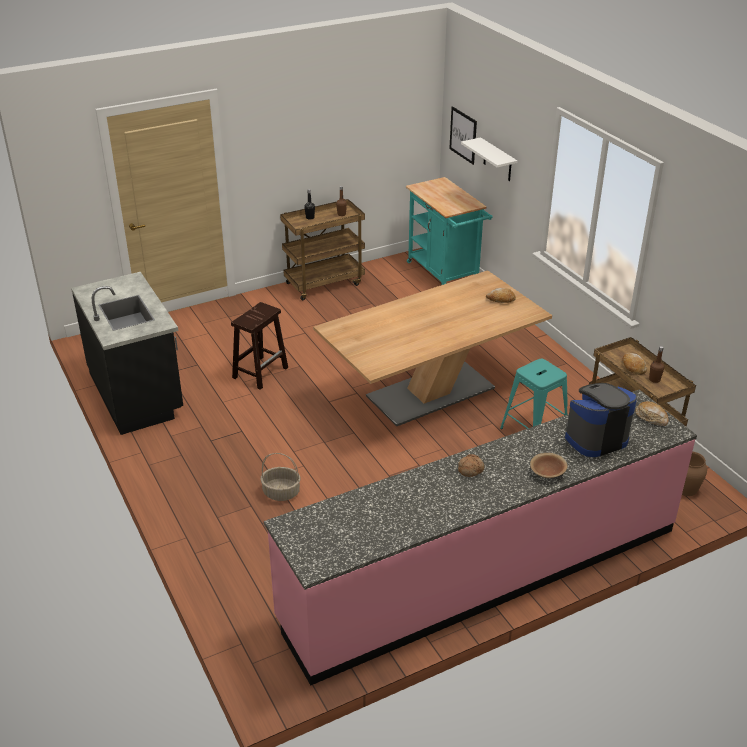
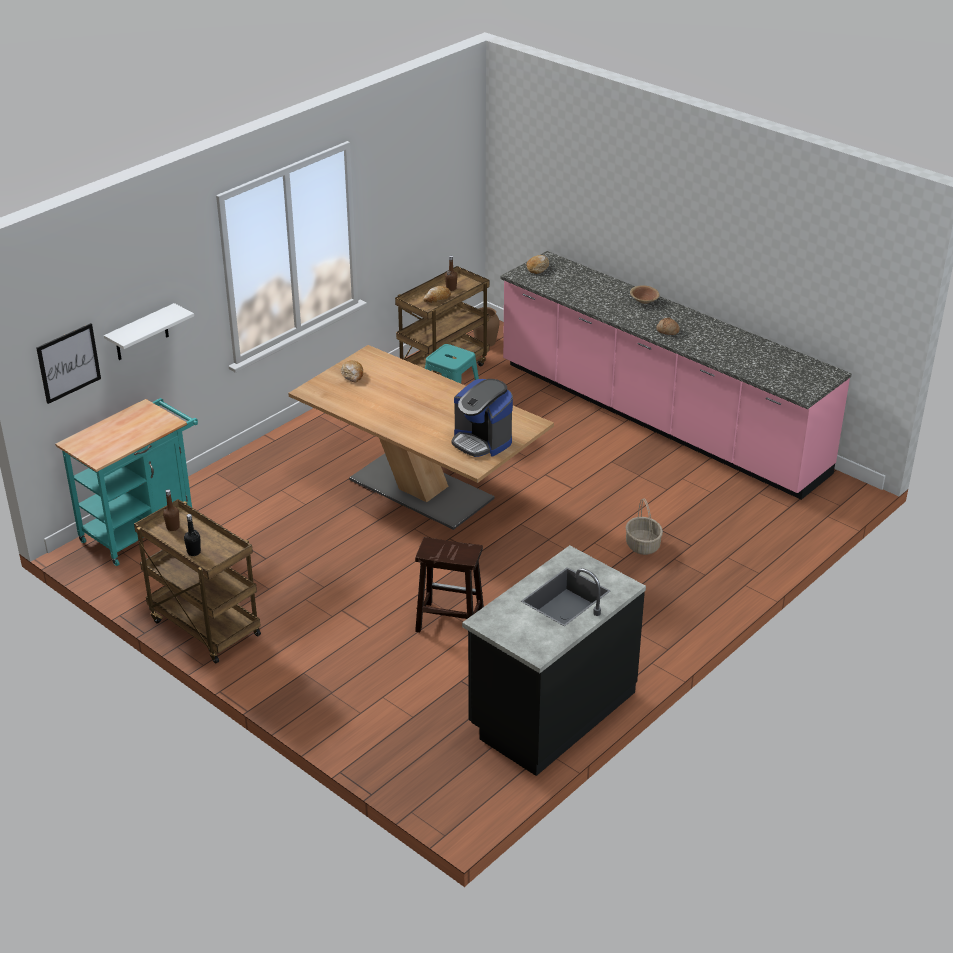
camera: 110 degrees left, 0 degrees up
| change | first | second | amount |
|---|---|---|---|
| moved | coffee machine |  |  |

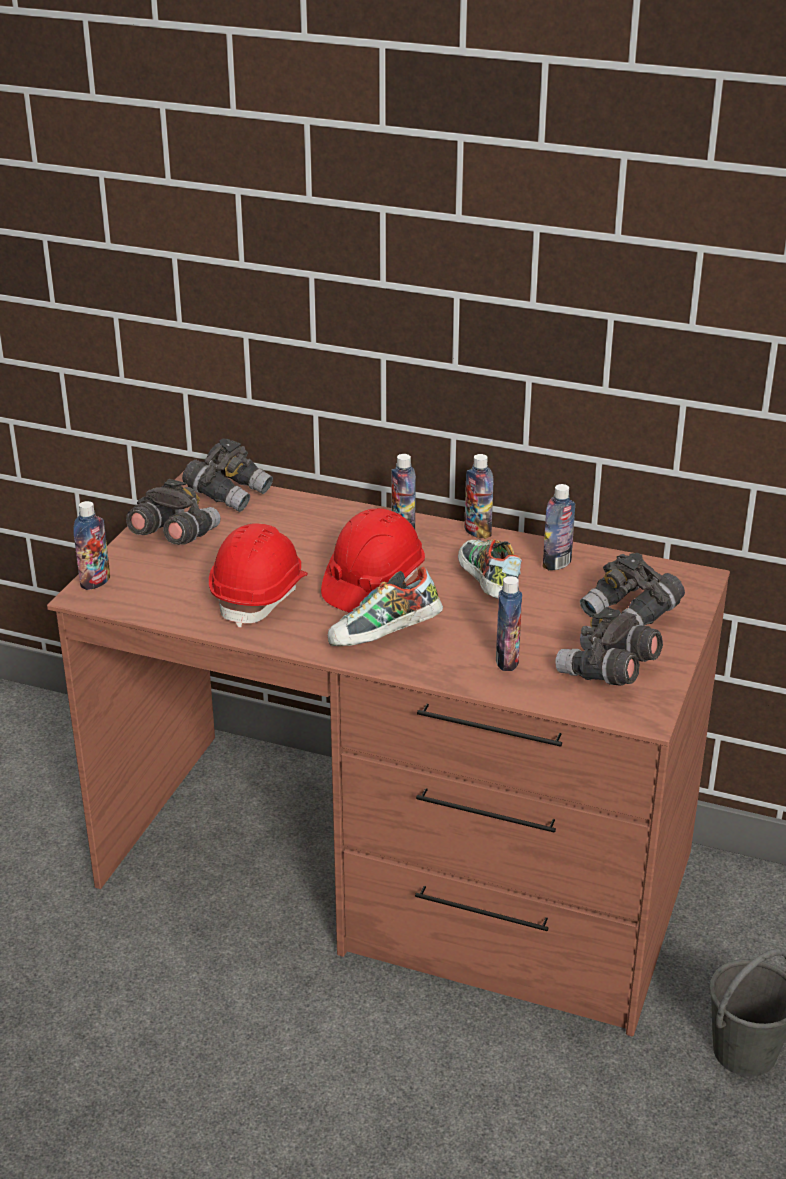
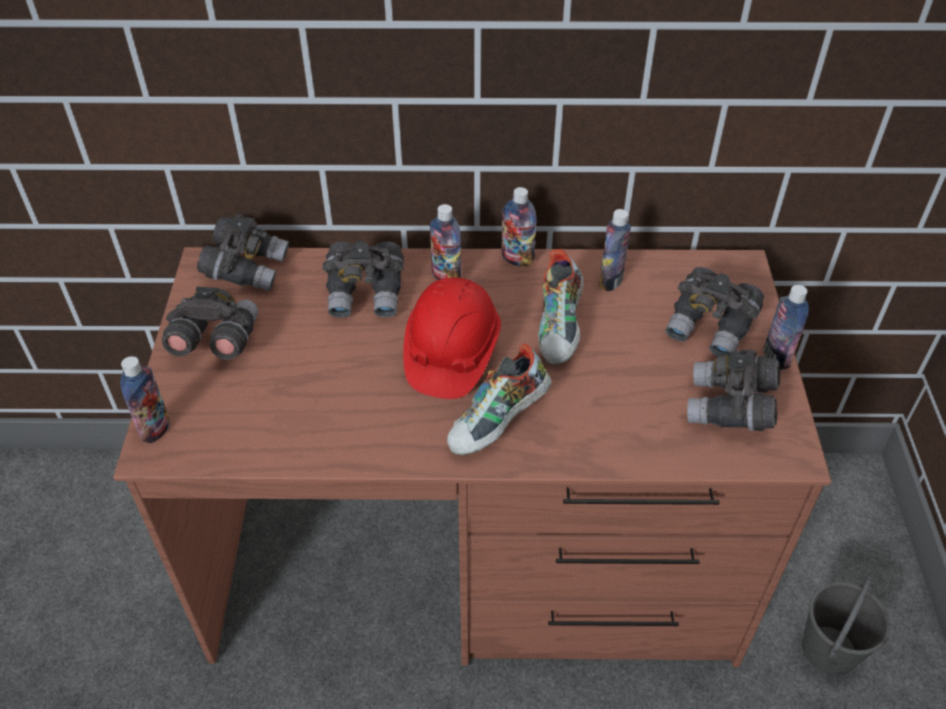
camera: 20 degrees left, 15 degrees up
| change | first | second | amount |
|---|---|---|---|
| added |  | grey binoculars (3rd from left) |  |
| turned | shoe (2nd from left) |  | 135 degrees counterclockwise |
| moved | bottle (4th from left in the first image) | bottle (5th from left) |  |
| removed | red hard hat (1st from left) |  |  |

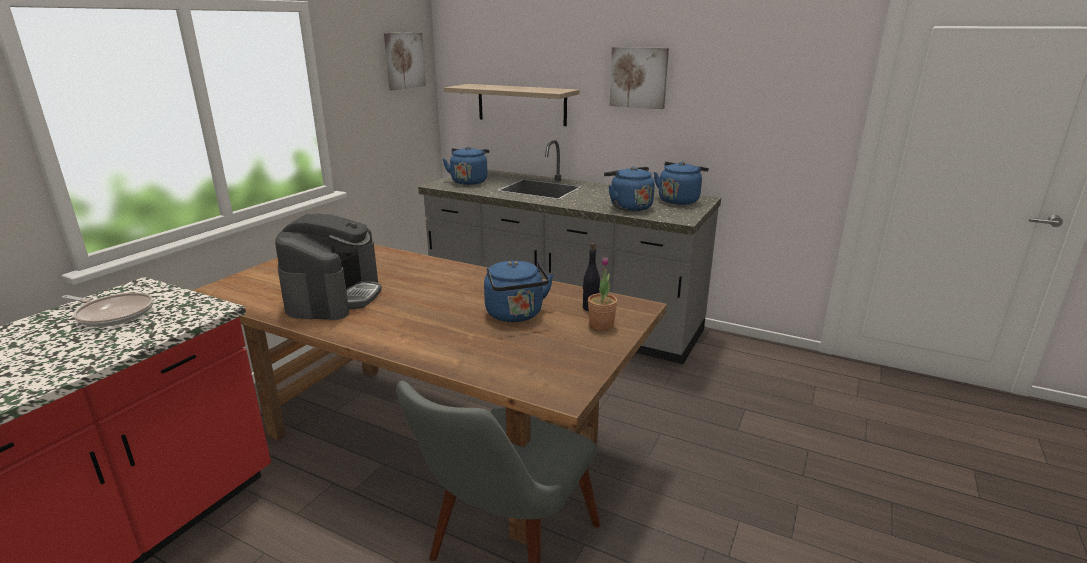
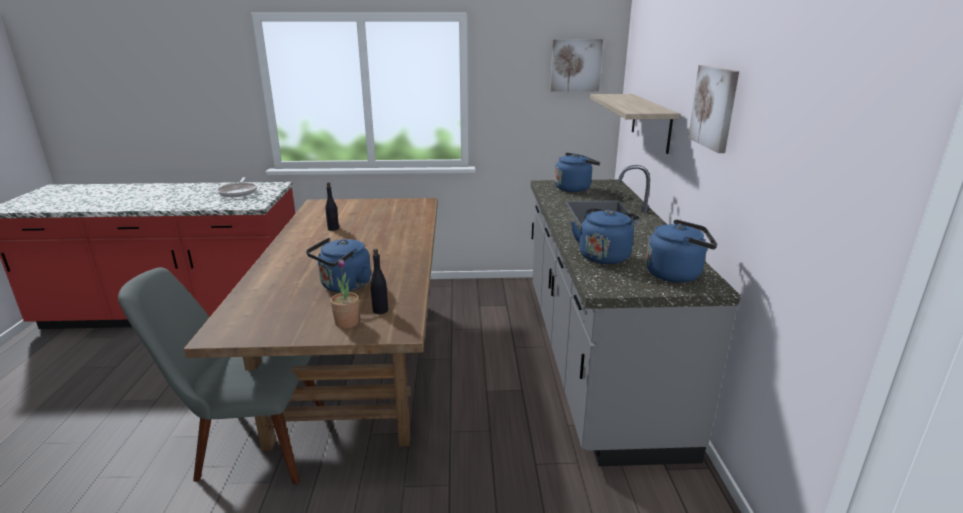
camera: 60 degrees right, 0 degrees up
| change | first | second | amount |
|---|---|---|---|
| replaced | coffee machine | black bottle (1st from left) |  |

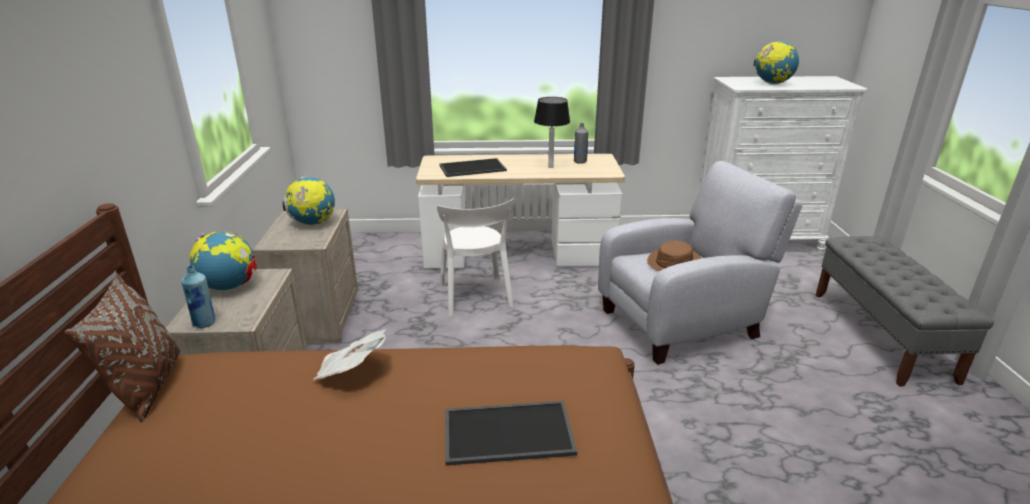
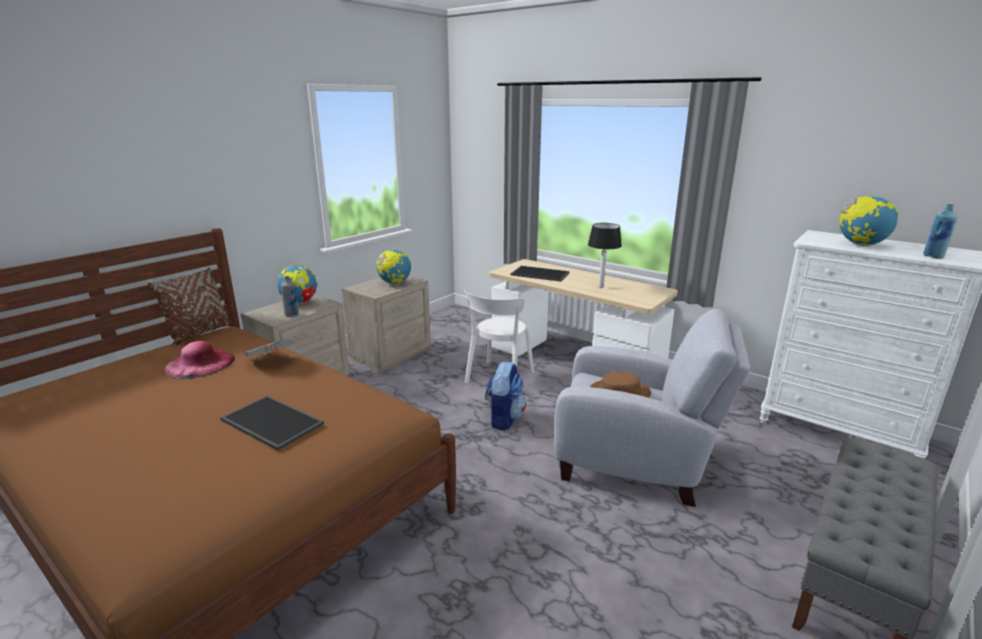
camera: 40 degrees right, 5 degrees down
| change | first | second | amount |
|---|---|---|---|
| added |  | pink hat |  |
| moved | grey bottle |  |  |
| added |  | backpack |  |
| moved | blue bottle |  |  |

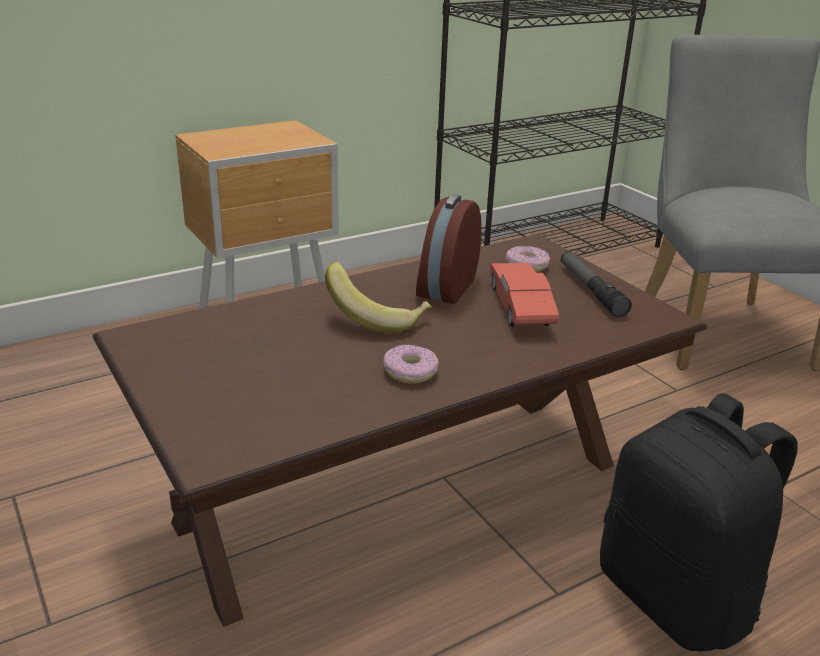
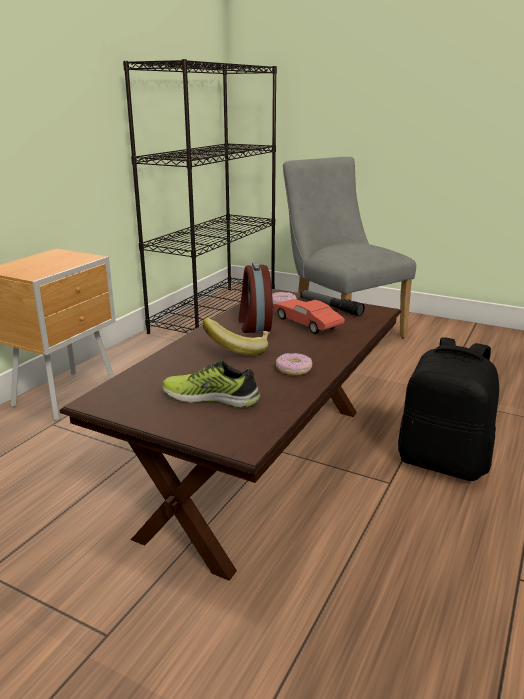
camera: 30 degrees left, 5 degrees down
| change | first | second | amount |
|---|---|---|---|
| added |  | shoe |  |

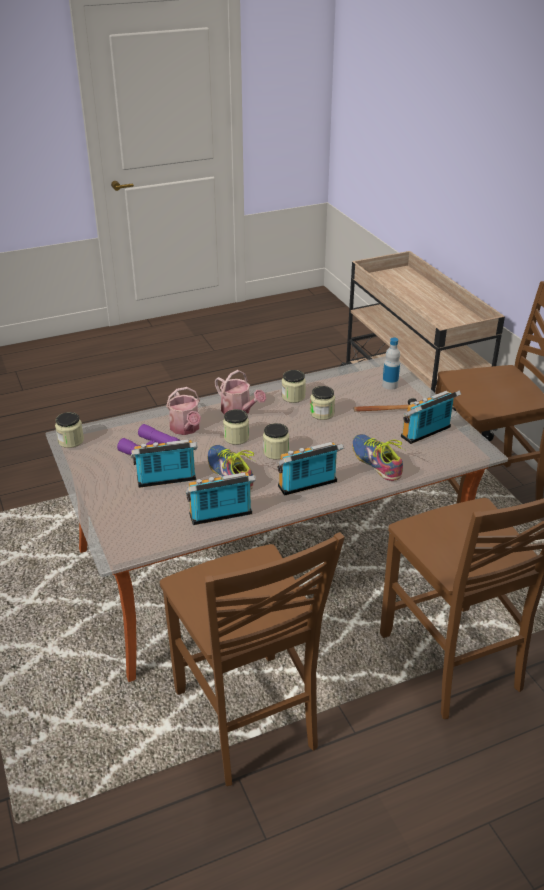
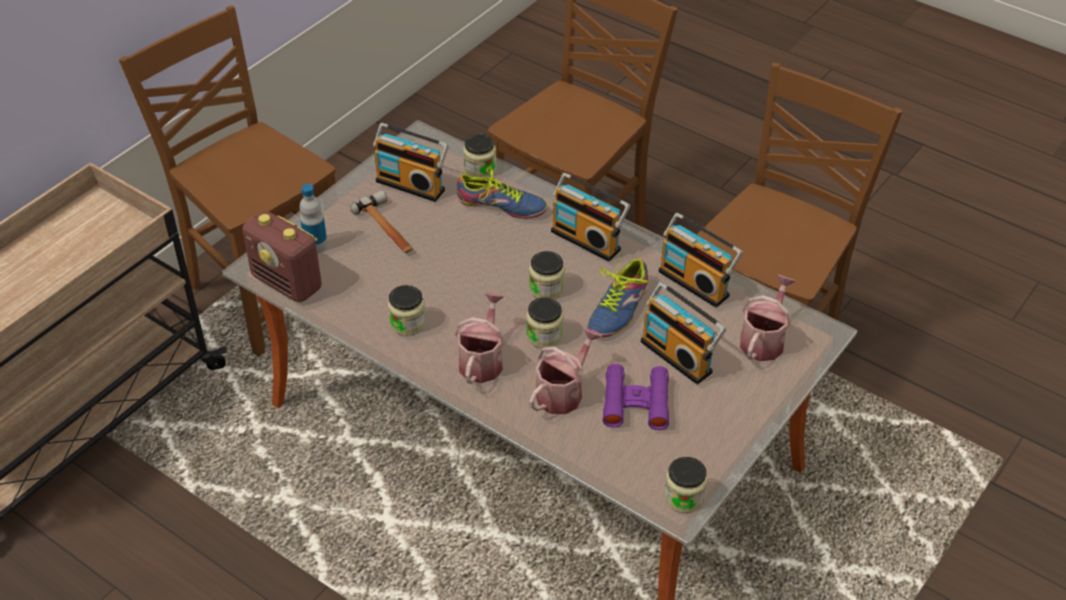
camera: 120 degrees left, 10 degrees up
| change | first | second | amount |
|---|---|---|---|
| added |  | radio (1st from left) |  |
| turned | shoe (2nd from left in the first image) | shoe (1st from left) | 105 degrees counterclockwise |
| moved | jar (5th from left in the first image) | jar (2nd from left) |  |
| added |  | watering can (3rd from left) |  |

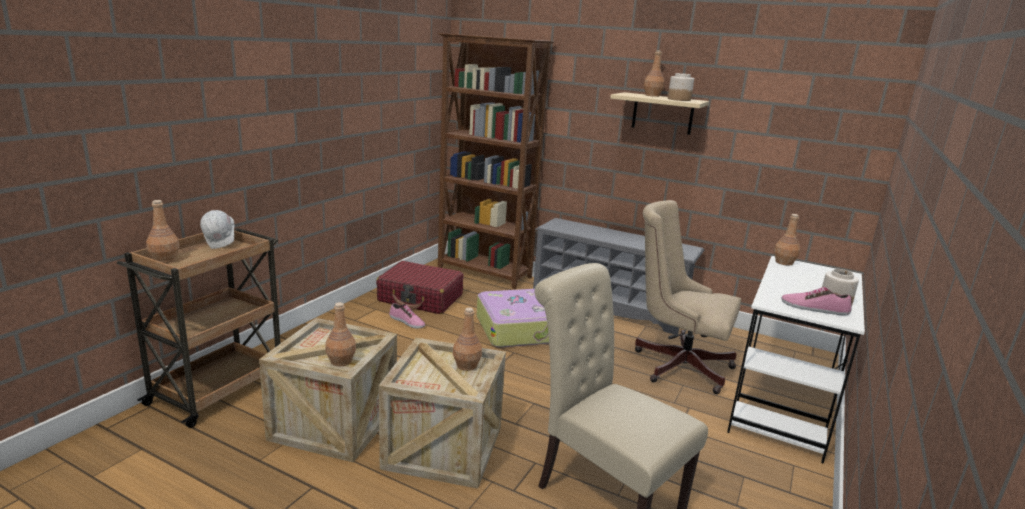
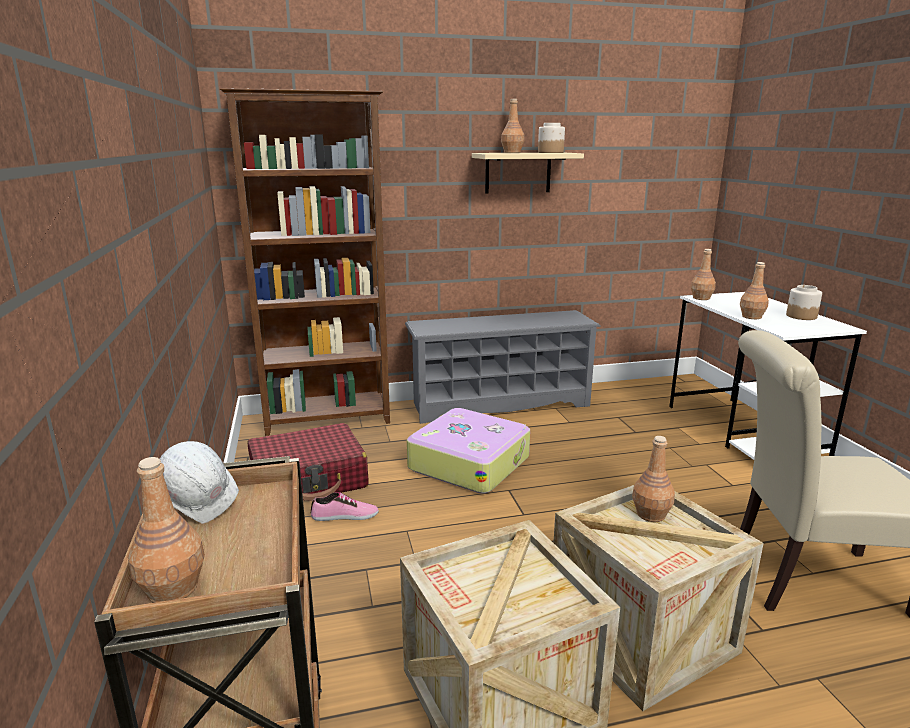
camera: 40 degrees left, 0 degrees up
| change | first | second | amount |
|---|---|---|---|
| moved | brown bottle (2nd from left in the first image) | brown bottle (5th from left) |  |
| removed | beige office chair |  |  |
| removed | shoe (2nd from left) |  |  |

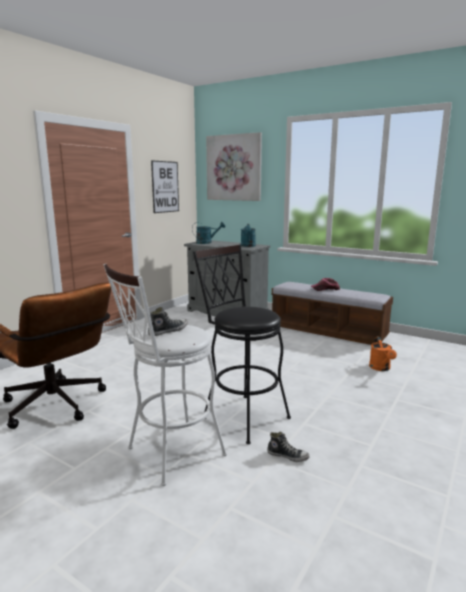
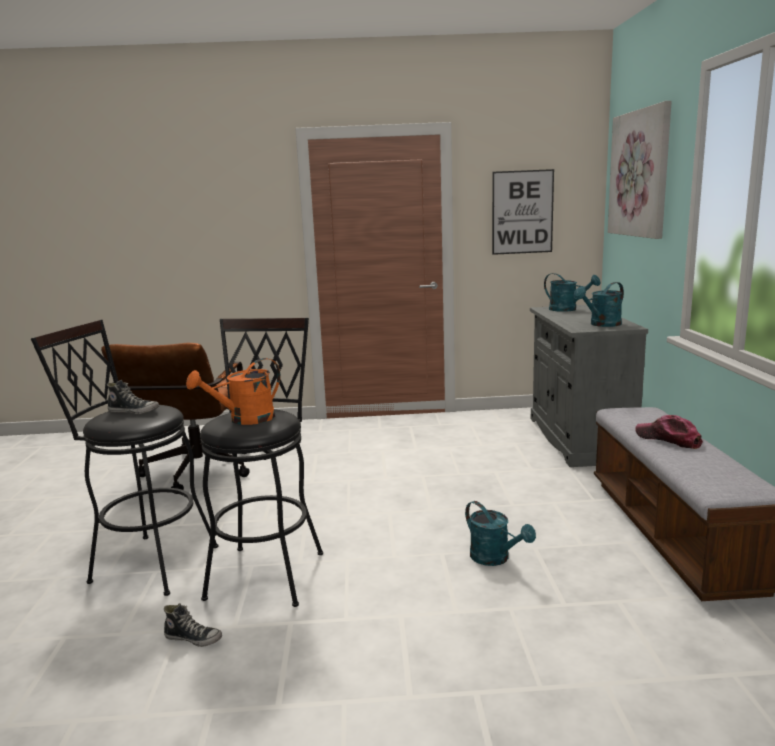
camera: 55 degrees right, 0 degrees up
| change | first | second | amount |
|---|---|---|---|
| recoloured | white stool | black stool (1st from left) |  |
| turned | shoe (2nd from left) |  | 60 degrees counterclockwise |
| moved | orange watering can |  |  |
| added |  | turquoise watering can (1st from left) |  |

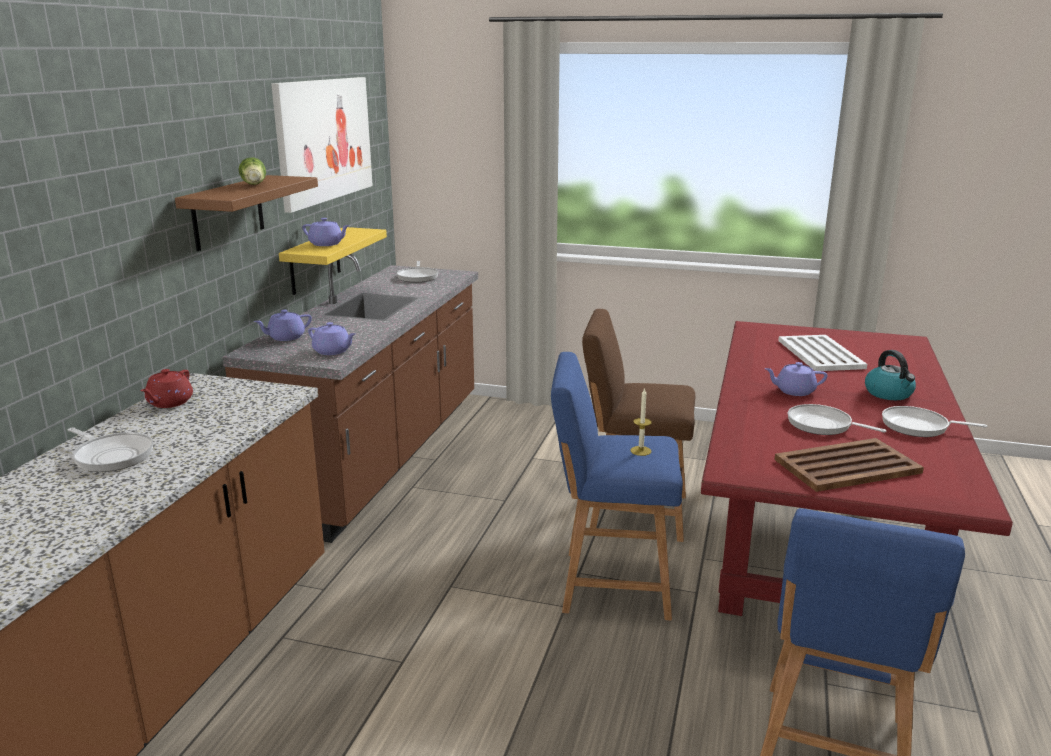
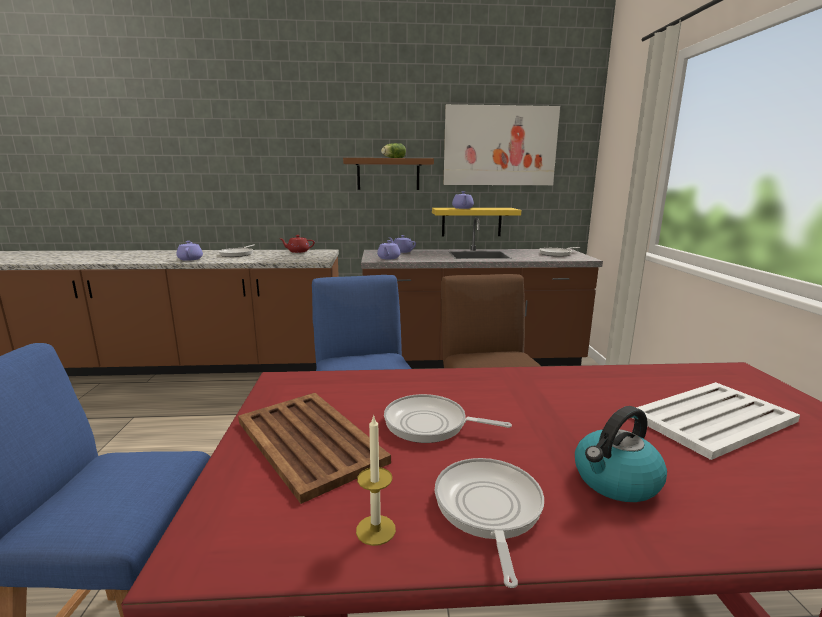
camera: 70 degrees right, 5 degrees down
| change | first | second | amount |
|---|---|---|---|
| moved | purple teapot (4th from left in the first image) | purple teapot (1st from left) |  |
| moved | candle |  |  |
| turned | frying pan (3rd from left in the first image) | frying pan (2nd from left) | 90 degrees counterclockwise |

